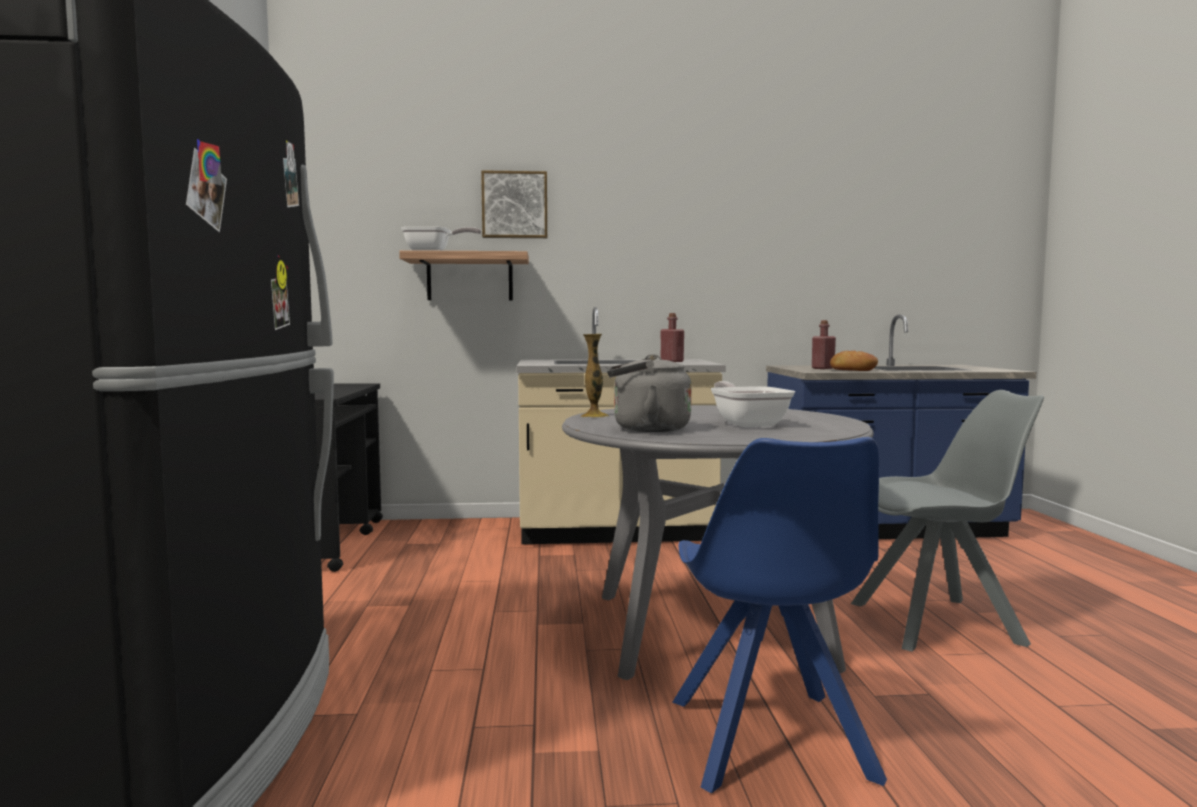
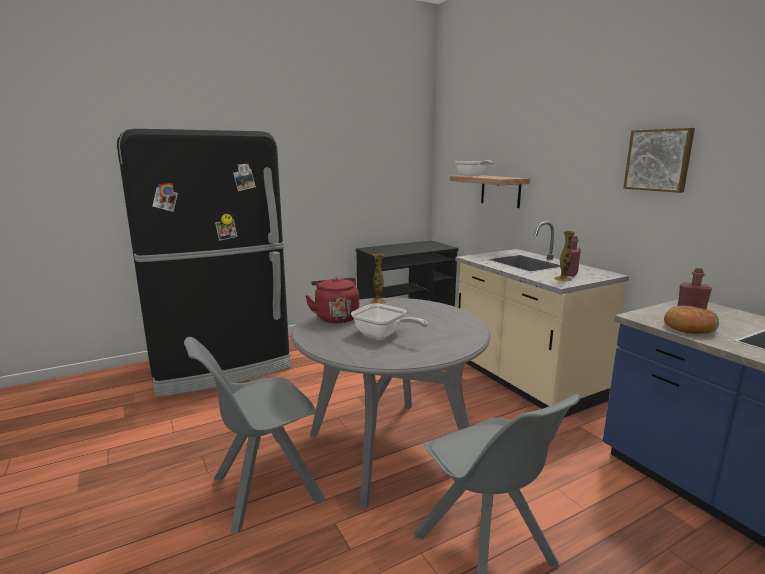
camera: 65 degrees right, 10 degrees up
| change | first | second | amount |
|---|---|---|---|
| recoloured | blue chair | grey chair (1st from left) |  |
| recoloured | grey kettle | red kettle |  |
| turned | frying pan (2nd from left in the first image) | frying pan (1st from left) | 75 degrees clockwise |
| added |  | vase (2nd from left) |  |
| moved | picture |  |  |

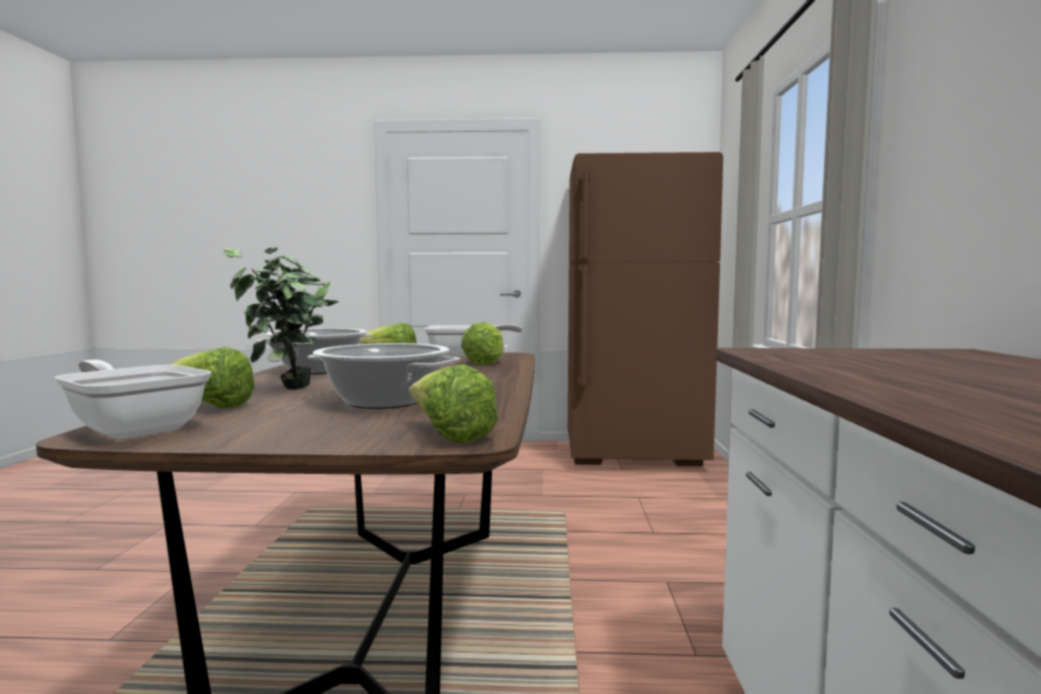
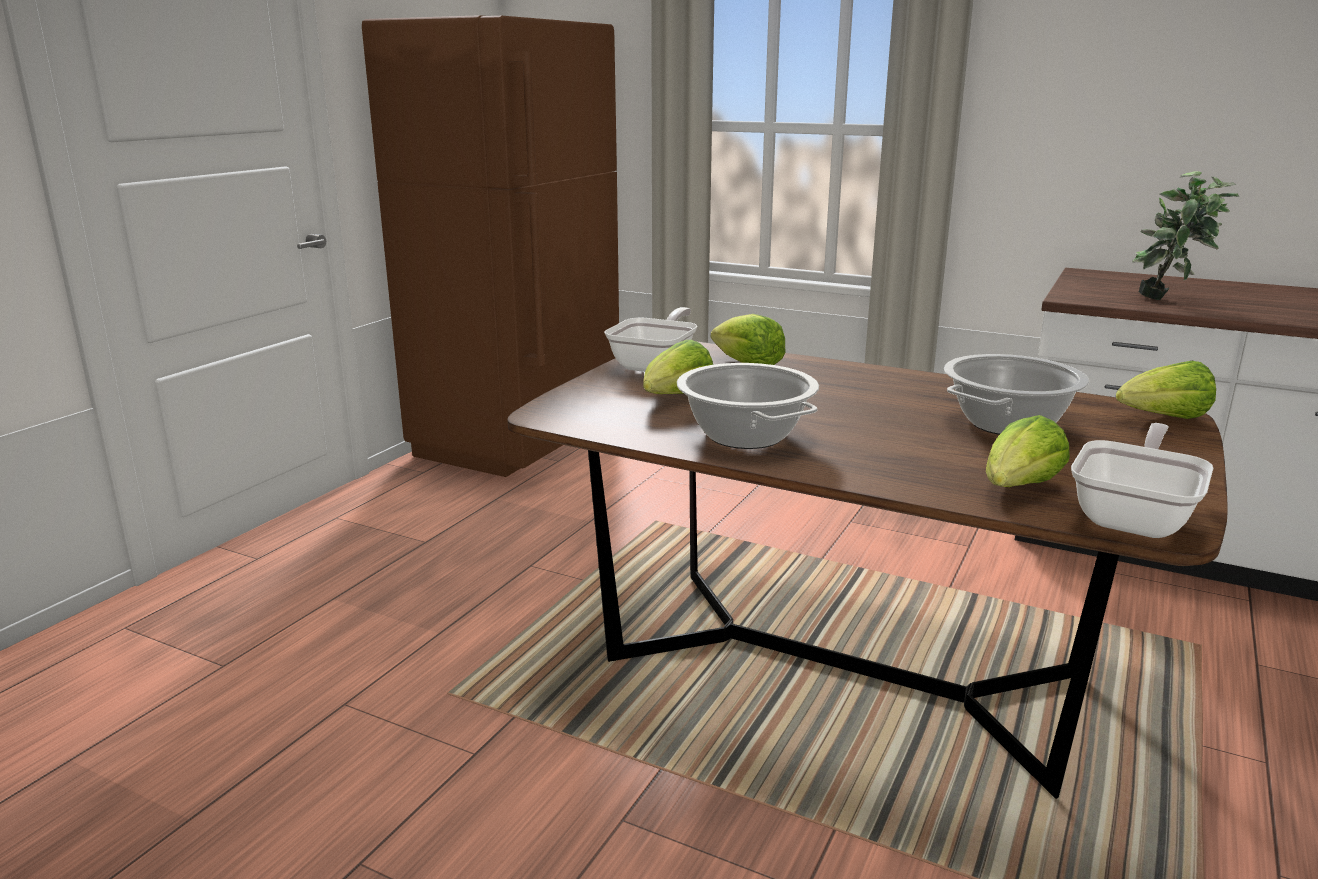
camera: 65 degrees left, 15 degrees up
| change | first | second | amount |
|---|---|---|---|
| turned | frying pan (1st from left in the first image) | frying pan (2nd from left) | 150 degrees clockwise |
| moved | potted plant |  |  |

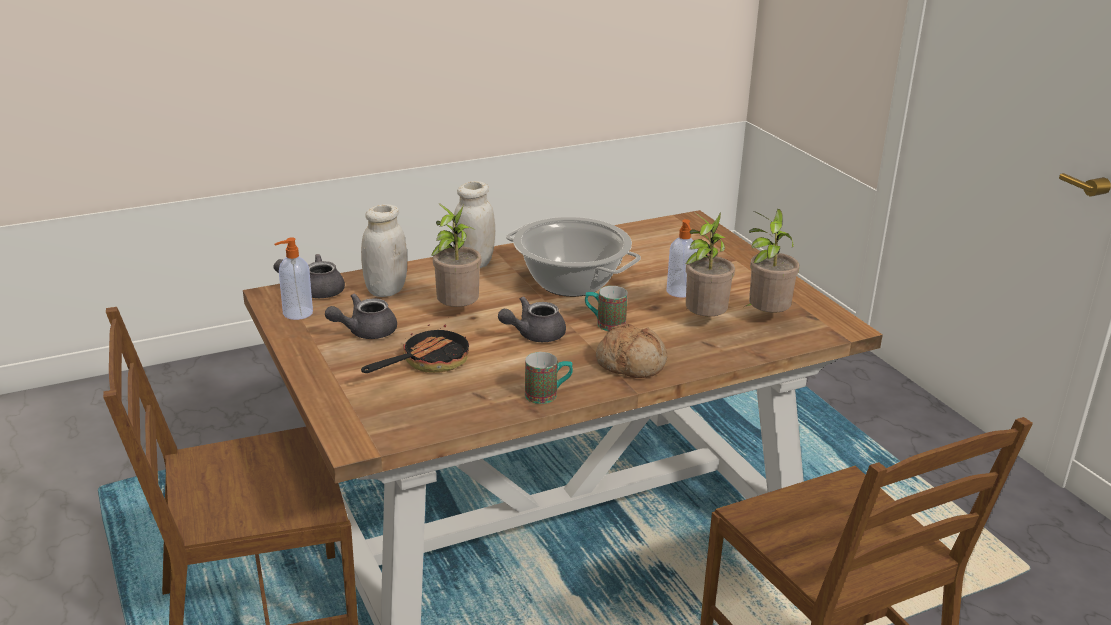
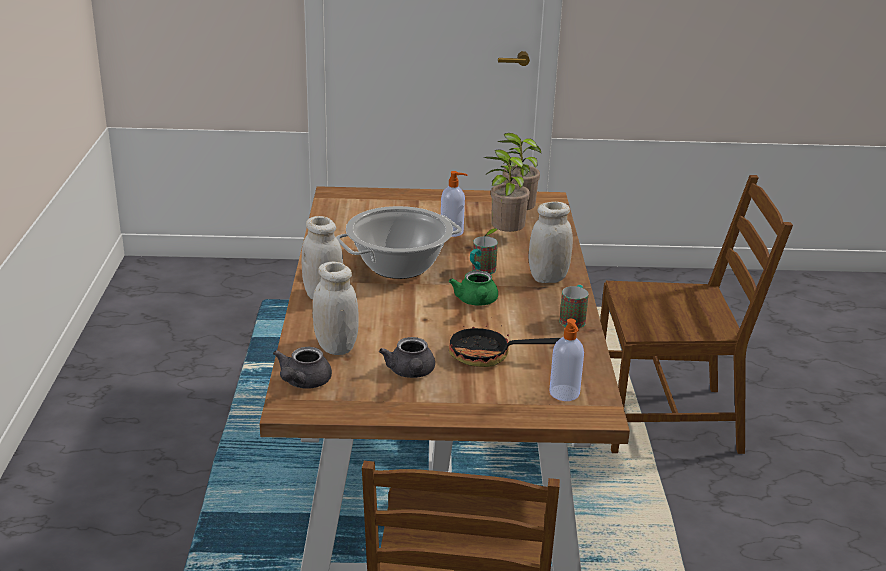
camera: 65 degrees left, 0 degrees up
| change | first | second | amount |
|---|---|---|---|
| recoloured | grey teapot (3rd from left) | green teapot |  |
| turned | frying pan |  | 60 degrees counterclockwise |
| replaced | bread | white jar (3rd from left) |  |
| moved | soap dispenser (1st from left in the first image) | soap dispenser (2nd from left) |  |
| removed | potted plant (1st from left) |  |  |

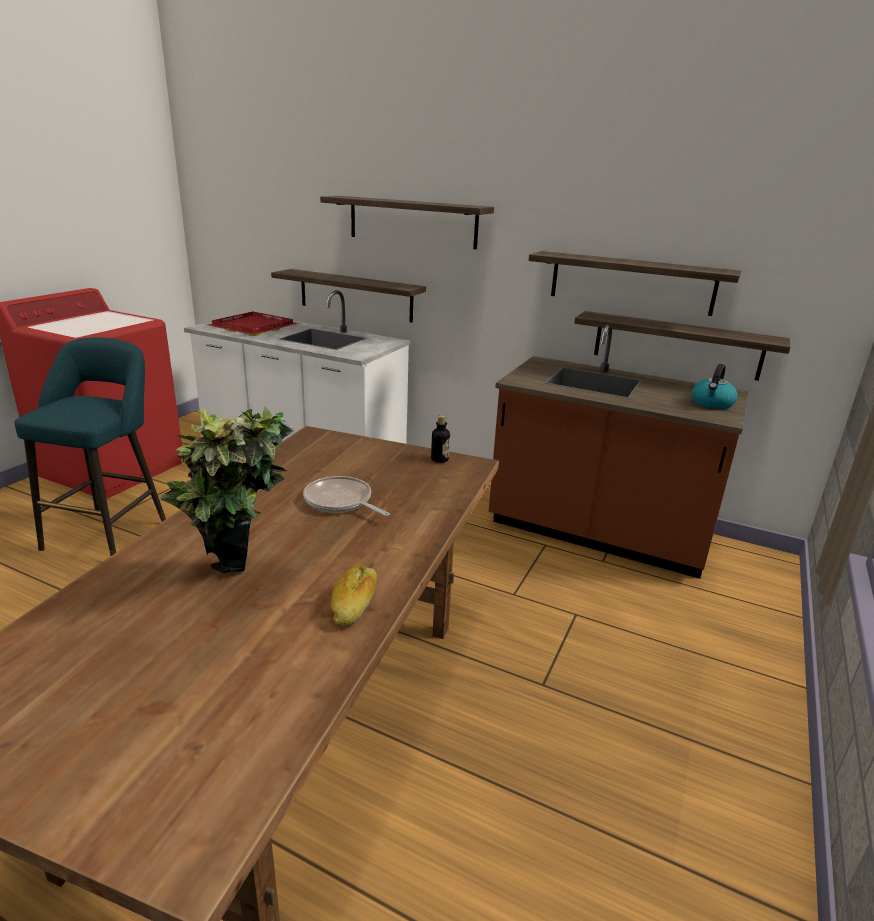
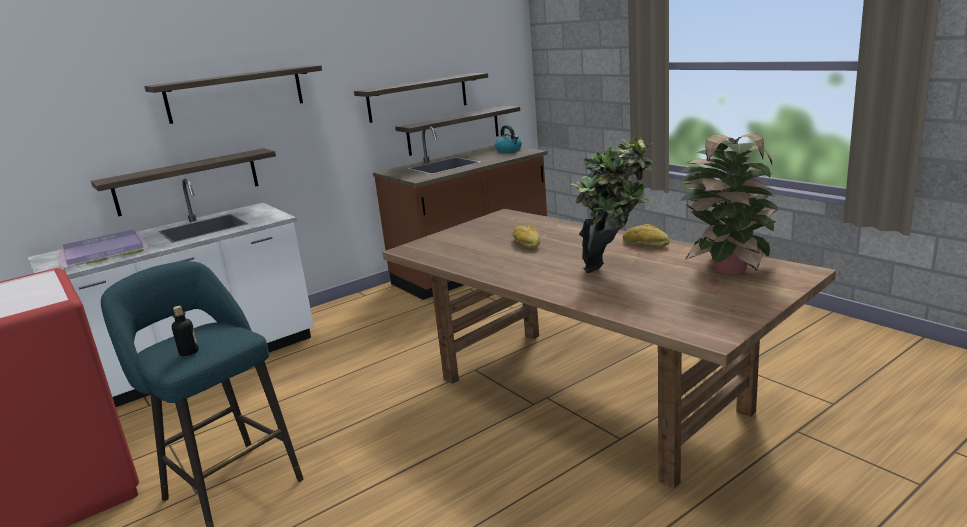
camera: 60 degrees left, 5 degrees down
| change | first | second | amount |
|---|---|---|---|
| recoloured | red tray | purple tray |  |
| moved | bottle |  |  |
| replaced | frying pan | bread (1st from left) |  |
| added |  | potted plant (2nd from left) |  |

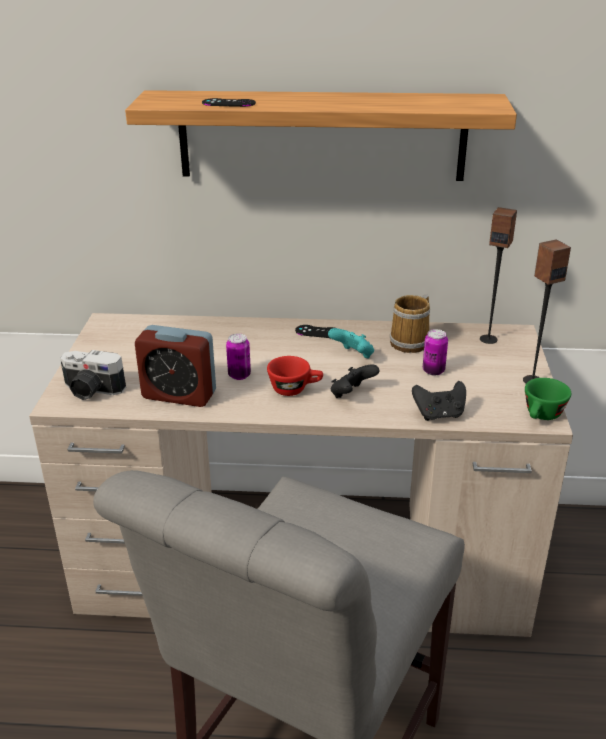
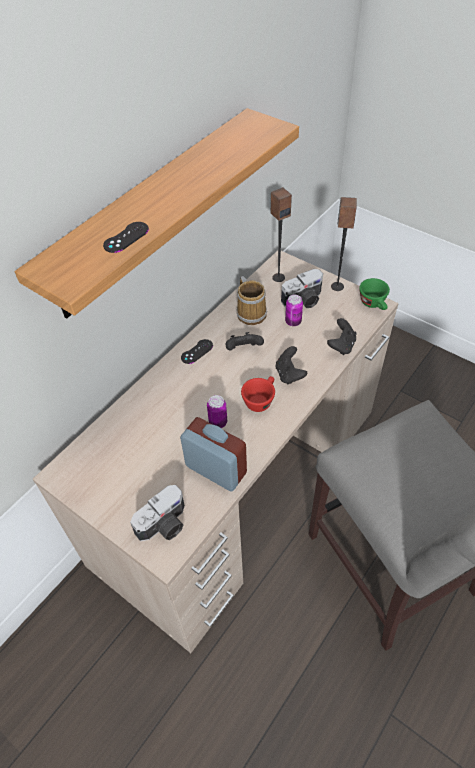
camera: 55 degrees left, 20 degrees up
| change | first | second | amount |
|---|---|---|---|
| turned | alarm clock |  | 105 degrees counterclockwise |
| recoloured | turquoise game controller | black game controller (3rd from left) |  |
| added |  | photo camera (2nd from left) |  |

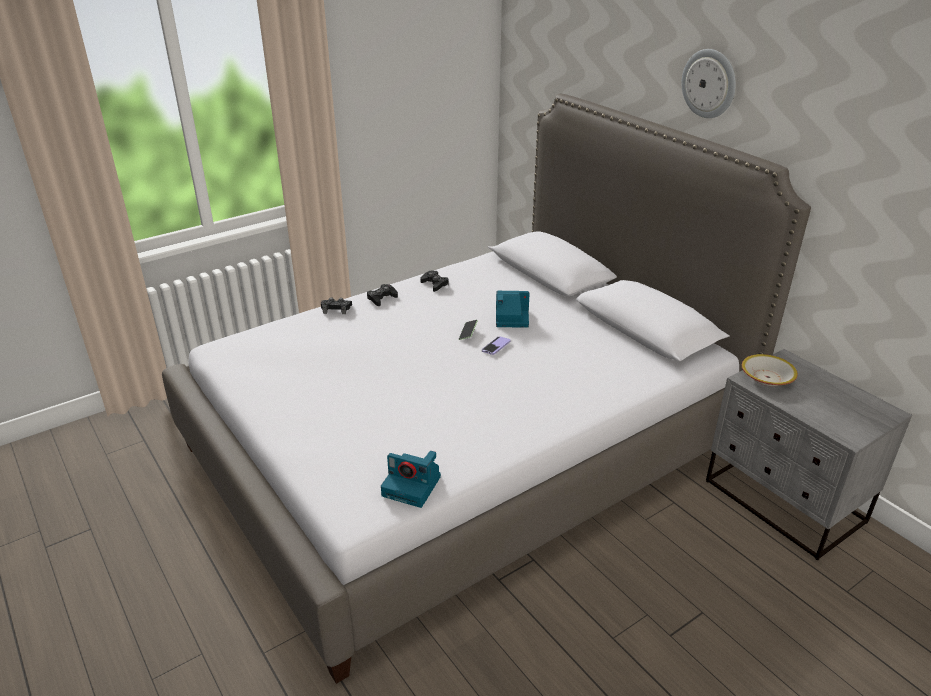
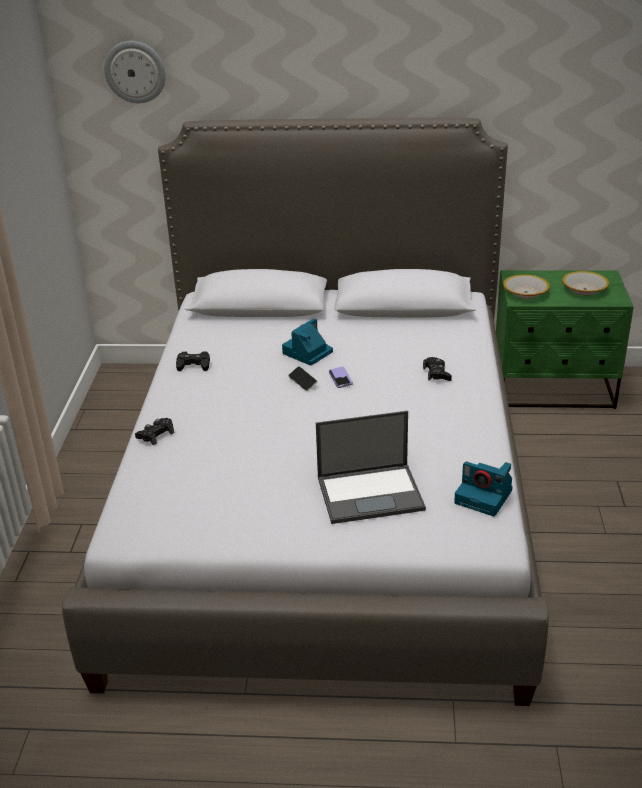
camera: 50 degrees left, 0 degrees up
| change | first | second | amount |
|---|---|---|---|
| moved | wall clock |  |  |
| added |  | laptop |  |
| moved | black game controller (2nd from left in the first image) | black game controller (3rd from left) |  |
| turned | photo camera (1st from left in the first image) | photo camera (2nd from left) | 60 degrees clockwise |
| recoloured | grey nightstand | green nightstand |  |
| added |  | bowl (2nd from left) |  |

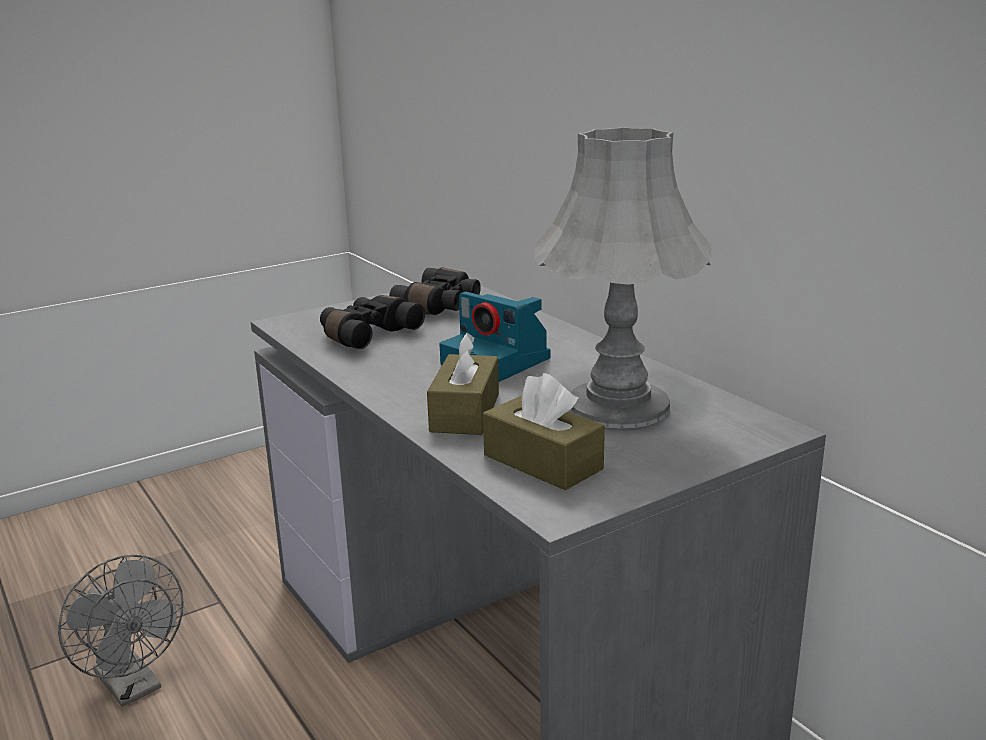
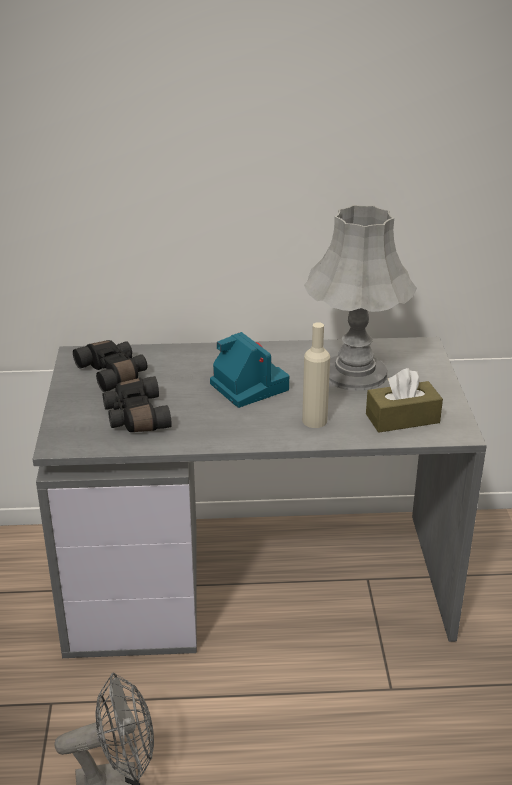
camera: 60 degrees left, 10 degrees up
| change | first | second | amount |
|---|---|---|---|
| turned | photo camera |  | 105 degrees counterclockwise |
| replaced | brown tissue box (1st from left) | beige bottle |  |

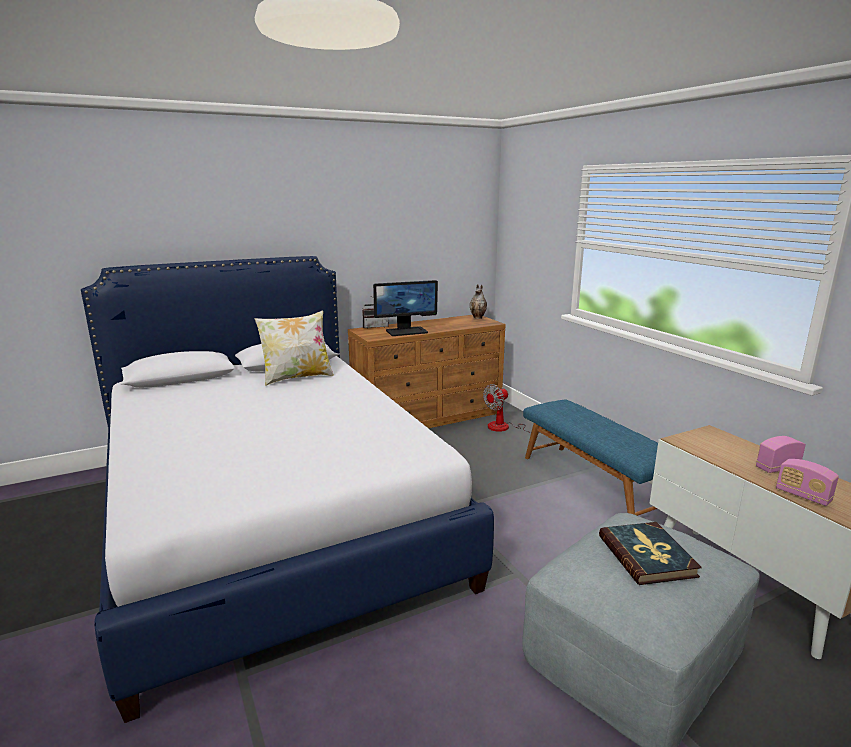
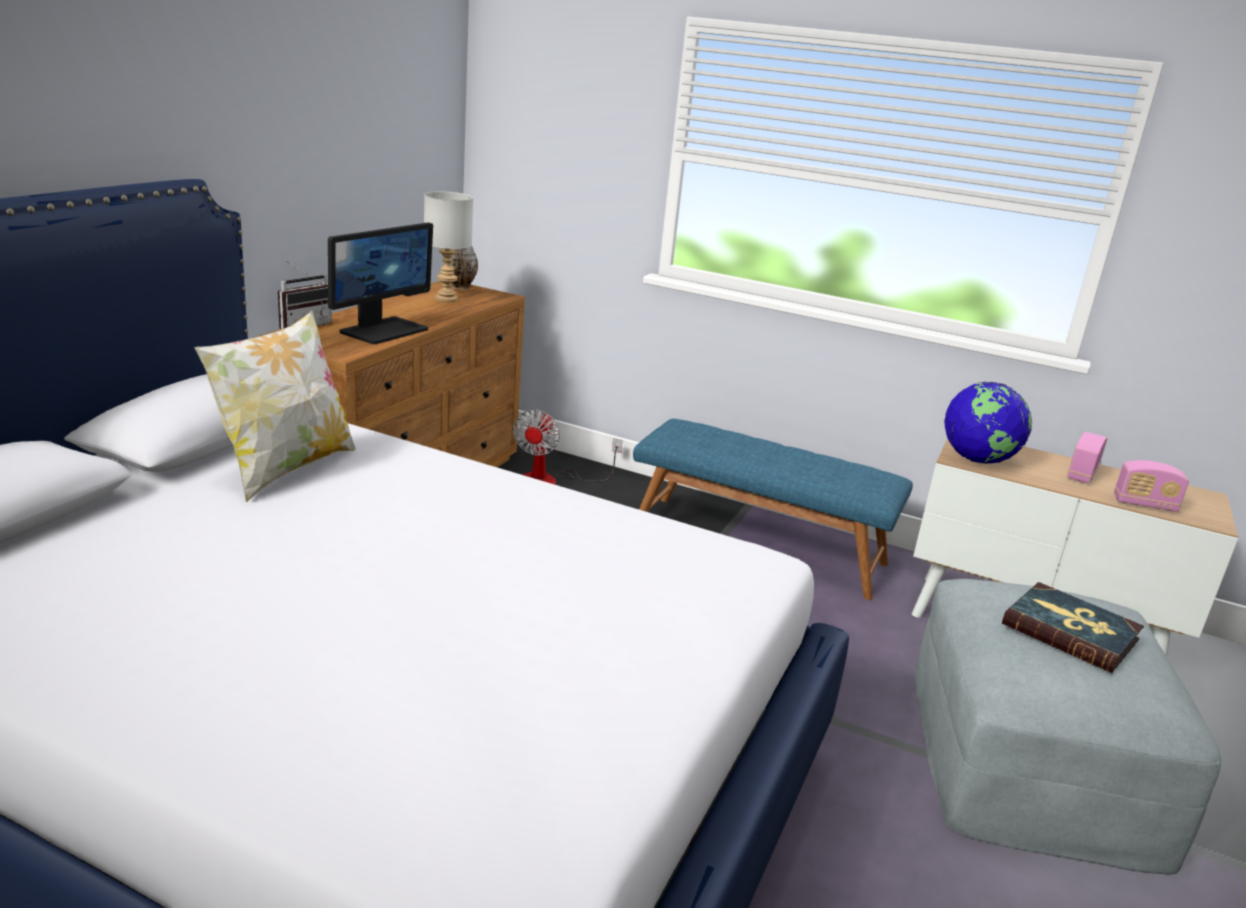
camera: 40 degrees left, 5 degrees up
| change | first | second | amount |
|---|---|---|---|
| added |  | grey table lamp |  |
| added |  | globe |  |

